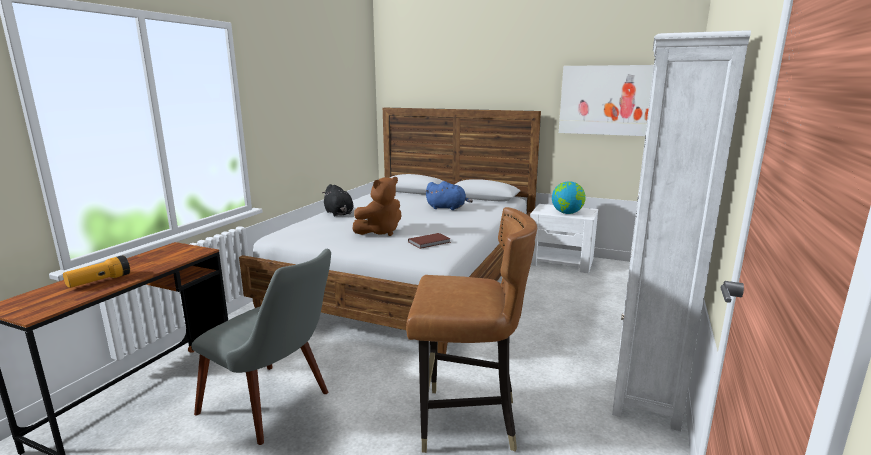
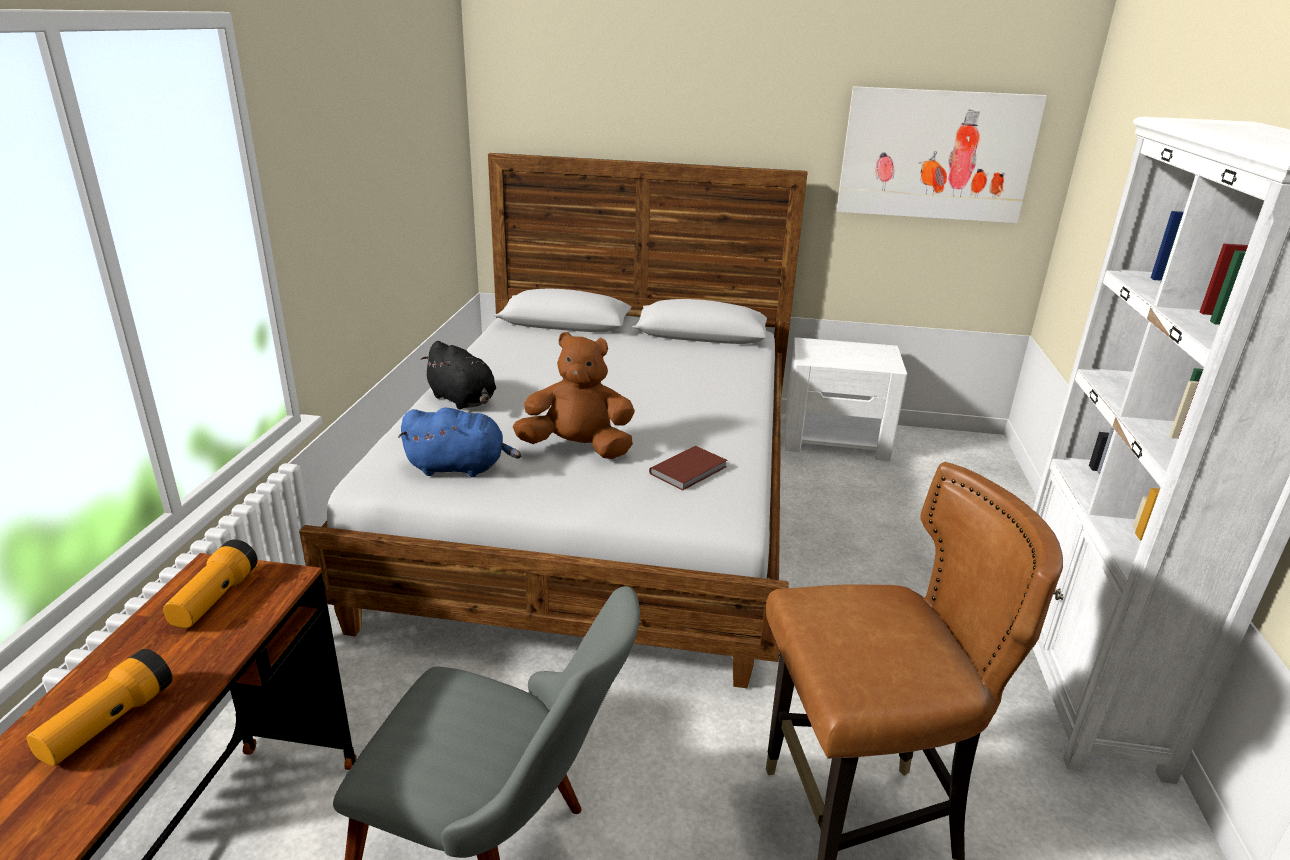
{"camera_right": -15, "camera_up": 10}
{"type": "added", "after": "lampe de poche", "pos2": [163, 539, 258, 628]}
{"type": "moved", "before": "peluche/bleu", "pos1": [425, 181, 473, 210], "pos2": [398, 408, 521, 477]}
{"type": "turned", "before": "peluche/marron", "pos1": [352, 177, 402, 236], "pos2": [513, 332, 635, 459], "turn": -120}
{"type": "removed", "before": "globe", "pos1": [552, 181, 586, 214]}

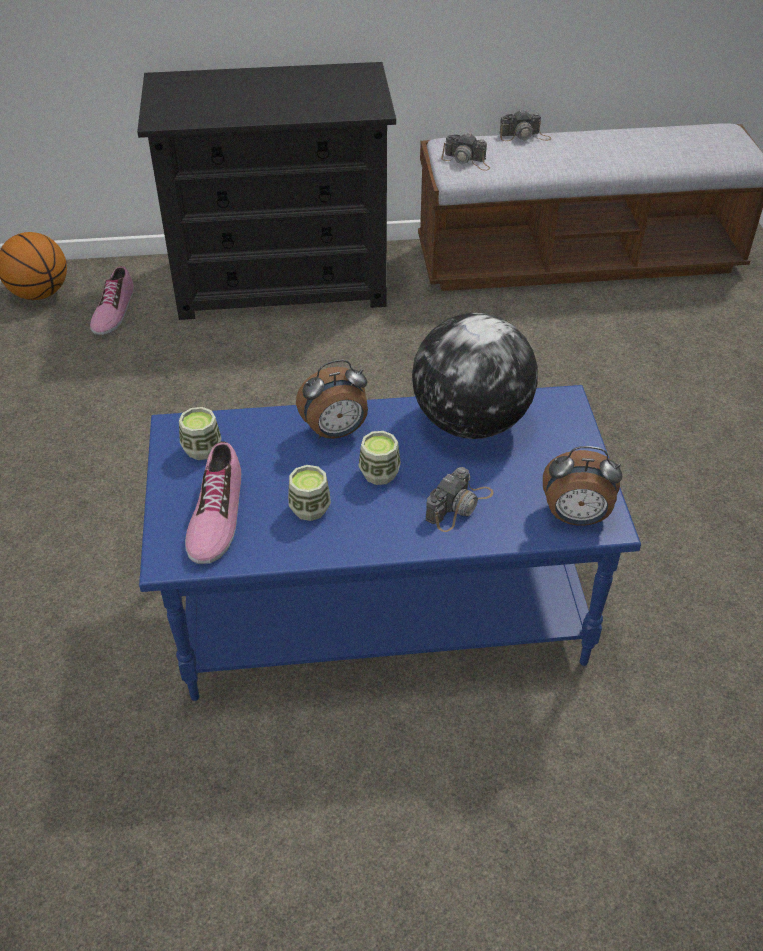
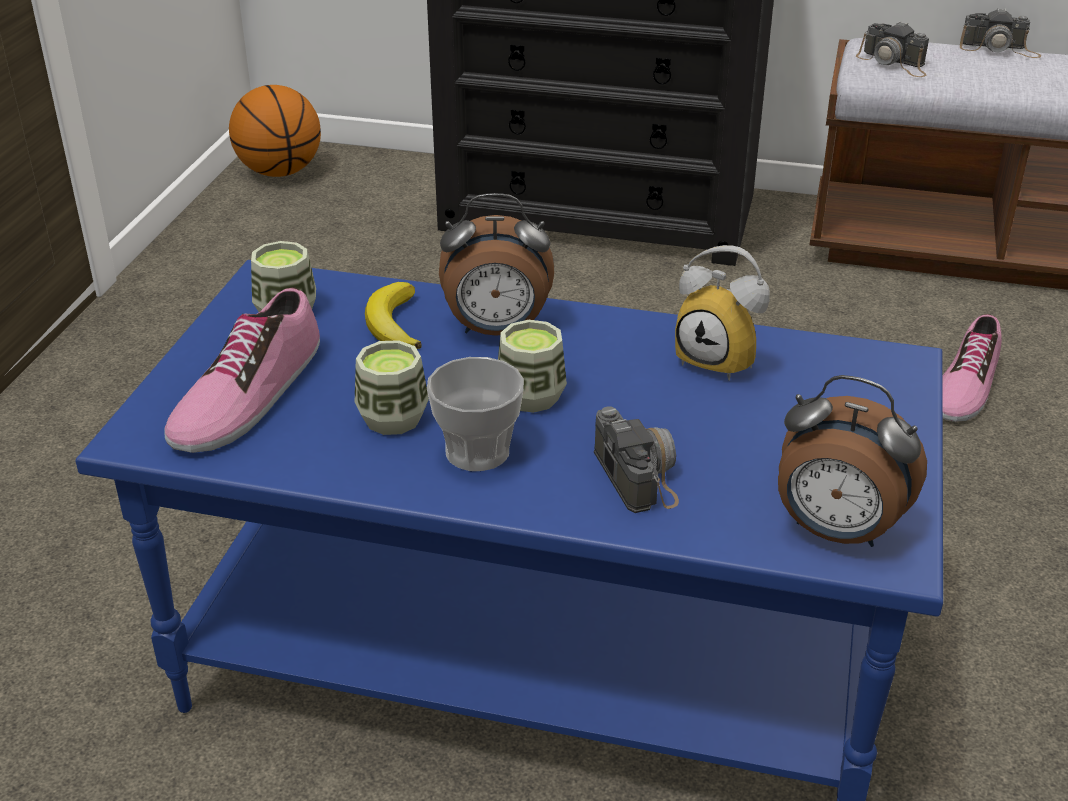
{"camera_right": 20, "camera_up": -10}
{"type": "added", "after": "banane", "pos2": [365, 282, 422, 349]}
{"type": "added", "after": "tasse", "pos2": [427, 357, 524, 471]}
{"type": "turned", "before": "appareil photo", "pos1": [426, 467, 494, 532], "pos2": [594, 406, 679, 513], "turn": -75}
{"type": "replaced", "before": "globe", "after": "réveil", "pos1": [412, 313, 538, 439], "pos2": [675, 245, 770, 381]}
{"type": "moved", "before": "chaussure", "pos1": [90, 266, 134, 335], "pos2": [942, 314, 1002, 422]}

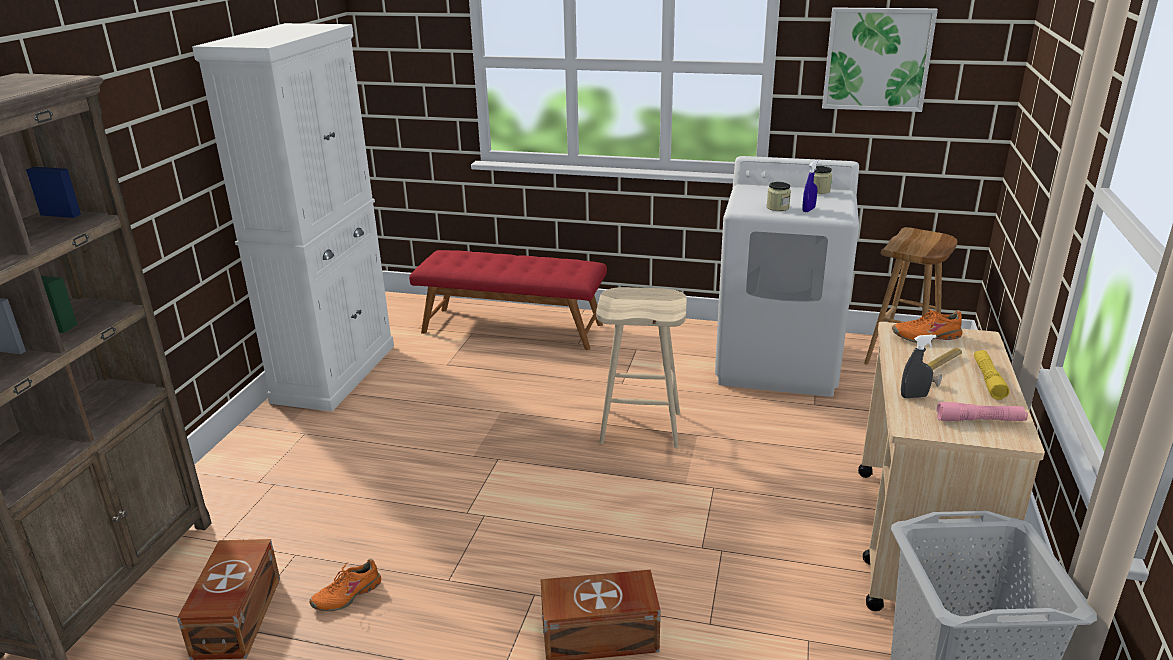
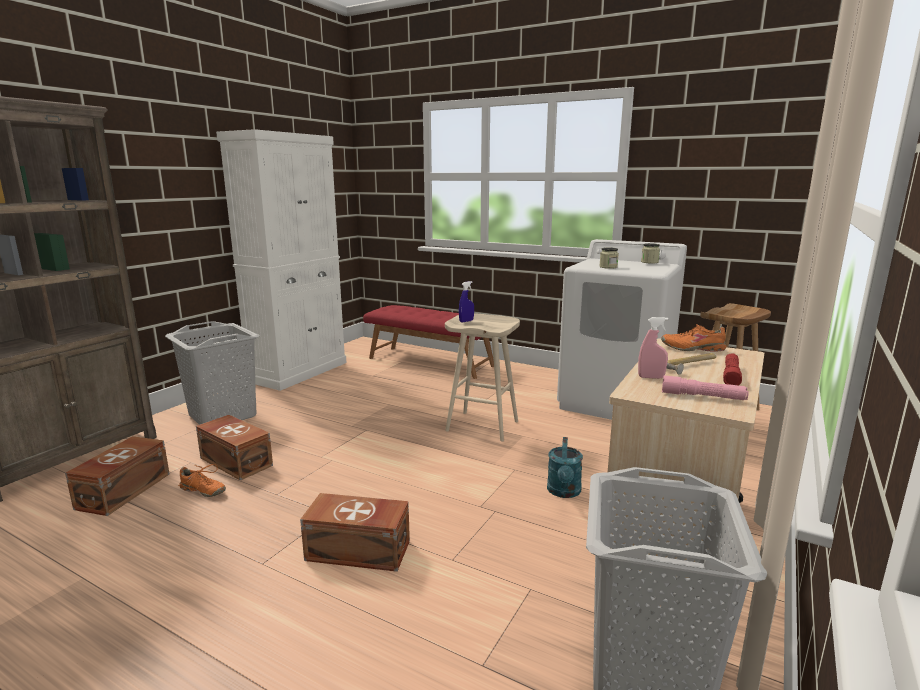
{"camera_right": 15, "camera_up": -10}
{"type": "added", "after": "panier à linge/gris", "pos2": [165, 321, 259, 425]}
{"type": "turned", "before": "chaussure/orange", "pos1": [310, 558, 381, 611], "pos2": [178, 464, 226, 497], "turn": -135}
{"type": "added", "after": "boîte de rangement/marron", "pos2": [196, 415, 273, 481]}
{"type": "moved", "before": "vaporisateur/bleu", "pos1": [802, 160, 818, 212], "pos2": [459, 281, 474, 323]}
{"type": "added", "after": "arrosoir/turquoise", "pos2": [547, 437, 583, 498]}
{"type": "recoloured", "before": "vaporisateur/gris", "after": "vaporisateur/rose", "pos1": [901, 334, 937, 398], "pos2": [638, 317, 669, 379]}
{"type": "recoloured", "before": "lampe de poche/jaune", "after": "lampe de poche/rouge", "pos1": [974, 350, 1010, 400], "pos2": [723, 353, 742, 386]}
{"type": "removed", "before": "tableau", "pos1": [822, 7, 938, 112]}

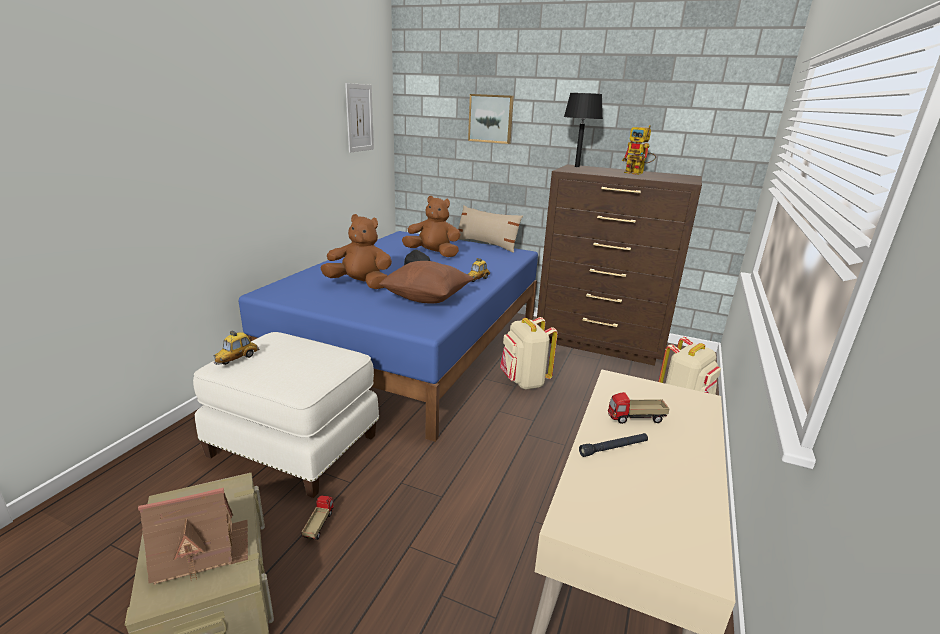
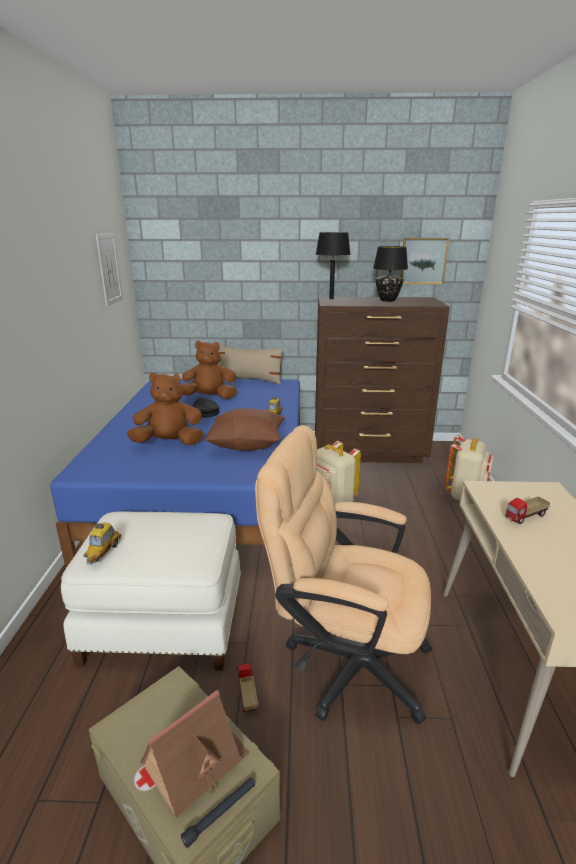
{"camera_right": -20, "camera_up": 0}
{"type": "moved", "before": "lampe de poche/noir", "pos1": [579, 433, 648, 457], "pos2": [181, 777, 255, 848]}
{"type": "added", "after": "chaise de bureau/beige", "pos2": [255, 425, 432, 724]}
{"type": "replaced", "before": "robot jouet", "after": "lampe de table/noir", "pos1": [622, 125, 656, 175], "pos2": [373, 246, 408, 302]}
{"type": "moved", "before": "tableau", "pos1": [468, 94, 514, 144], "pos2": [400, 238, 449, 284]}

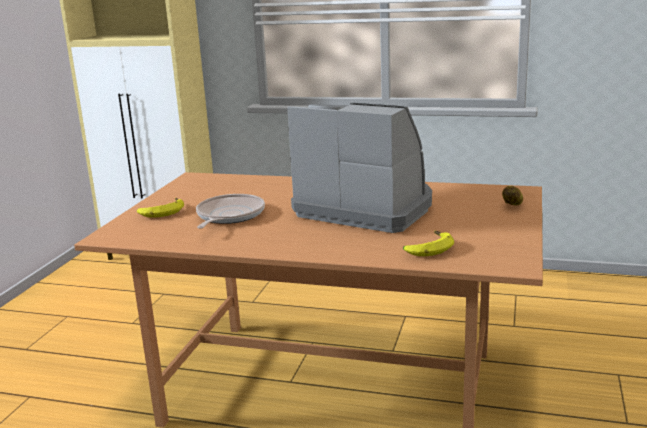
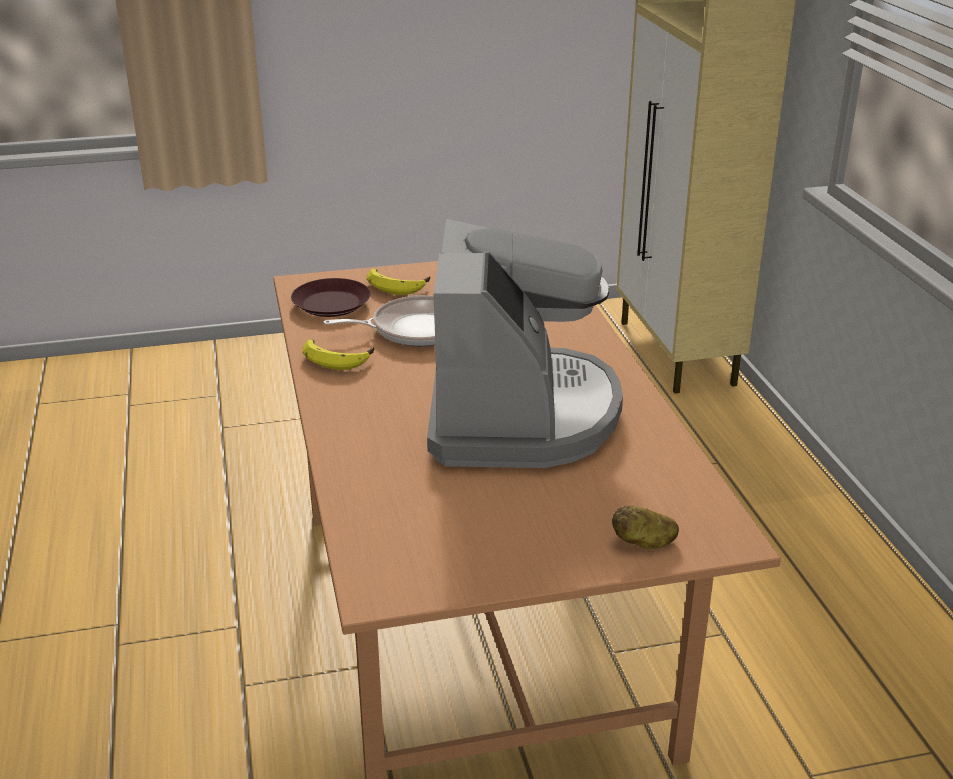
{"camera_right": 60, "camera_up": 10}
{"type": "added", "after": "assiette/marron", "pos2": [291, 278, 371, 317]}
{"type": "moved", "before": "banane", "pos1": [403, 231, 454, 256], "pos2": [302, 339, 374, 370]}

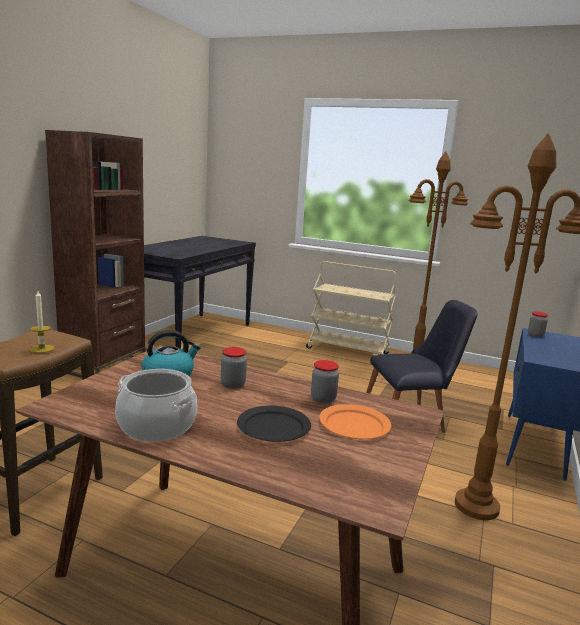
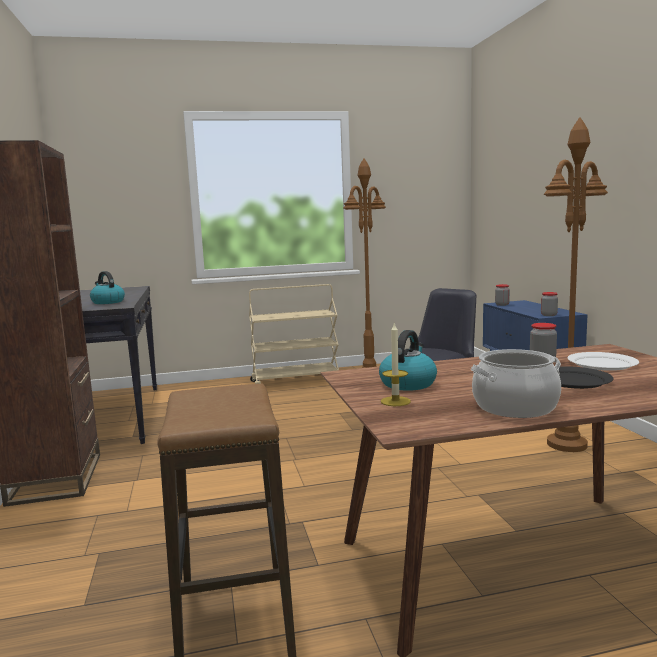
{"camera_right": -35, "camera_up": -5}
{"type": "added", "after": "bouilloire", "pos2": [90, 271, 125, 304]}
{"type": "moved", "before": "bougie", "pos1": [29, 291, 54, 353], "pos2": [381, 323, 411, 406]}
{"type": "moved", "before": "bocal", "pos1": [221, 347, 247, 389], "pos2": [541, 292, 558, 316]}
{"type": "recoloured", "before": "assiette/orange", "after": "assiette/blanc", "pos1": [319, 404, 391, 439], "pos2": [568, 352, 639, 371]}

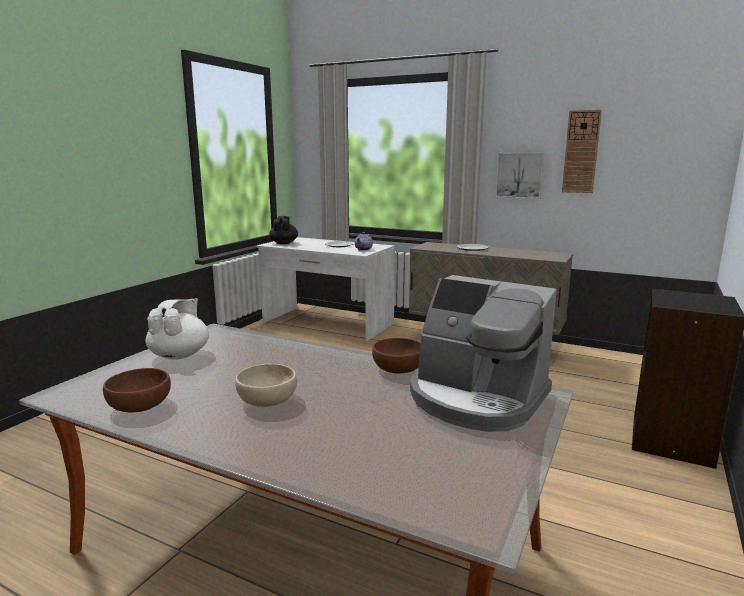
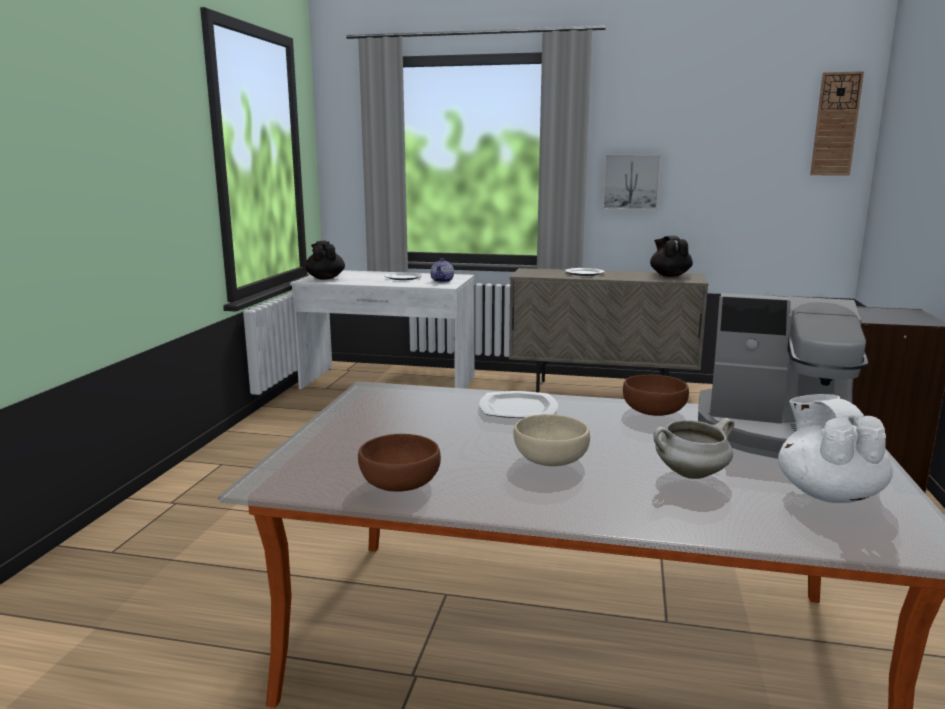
{"camera_right": -15, "camera_up": 0}
{"type": "added", "after": "assiette", "pos2": [479, 391, 558, 418]}
{"type": "added", "after": "théière/noir", "pos2": [650, 236, 693, 277]}
{"type": "added", "after": "marmite/blanc", "pos2": [654, 418, 734, 479]}
{"type": "moved", "before": "théière/blanc", "pos1": [146, 298, 209, 360], "pos2": [778, 394, 893, 503]}
{"type": "moved", "before": "horloge murale", "pos1": [562, 110, 602, 193], "pos2": [810, 71, 864, 176]}

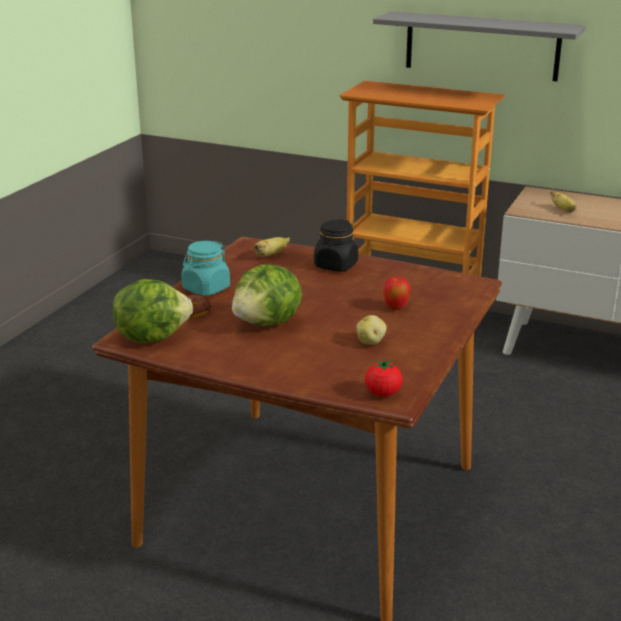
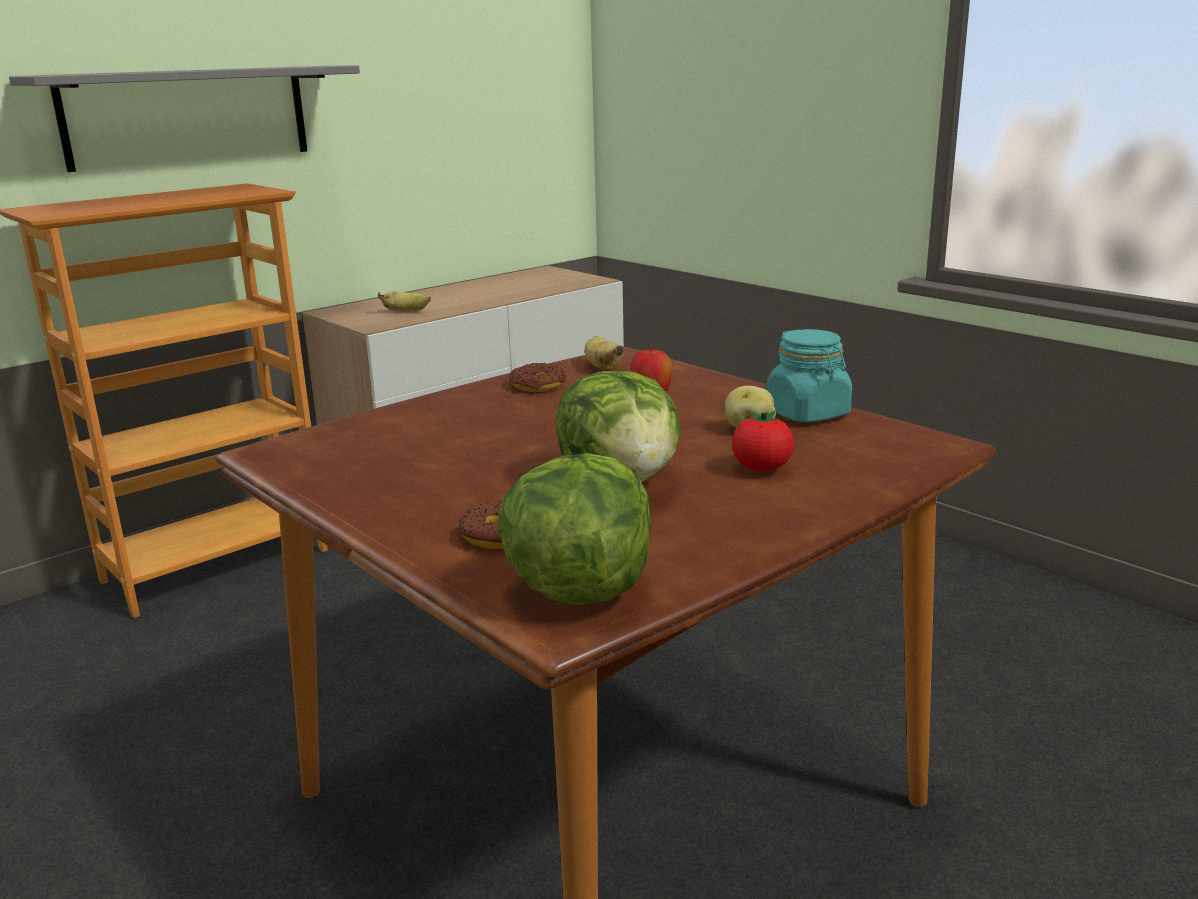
{"camera_right": -65, "camera_up": -5}
{"type": "added", "after": "beignet", "pos2": [509, 363, 567, 392]}
{"type": "moved", "before": "banane", "pos1": [254, 237, 290, 257], "pos2": [585, 336, 624, 370]}
{"type": "moved", "before": "tomate", "pos1": [365, 359, 403, 397], "pos2": [732, 411, 794, 472]}
{"type": "moved", "before": "bocal/turquoise", "pos1": [181, 241, 230, 296], "pos2": [766, 329, 852, 422]}
{"type": "removed", "before": "bocal/noir", "pos1": [314, 219, 358, 272]}

